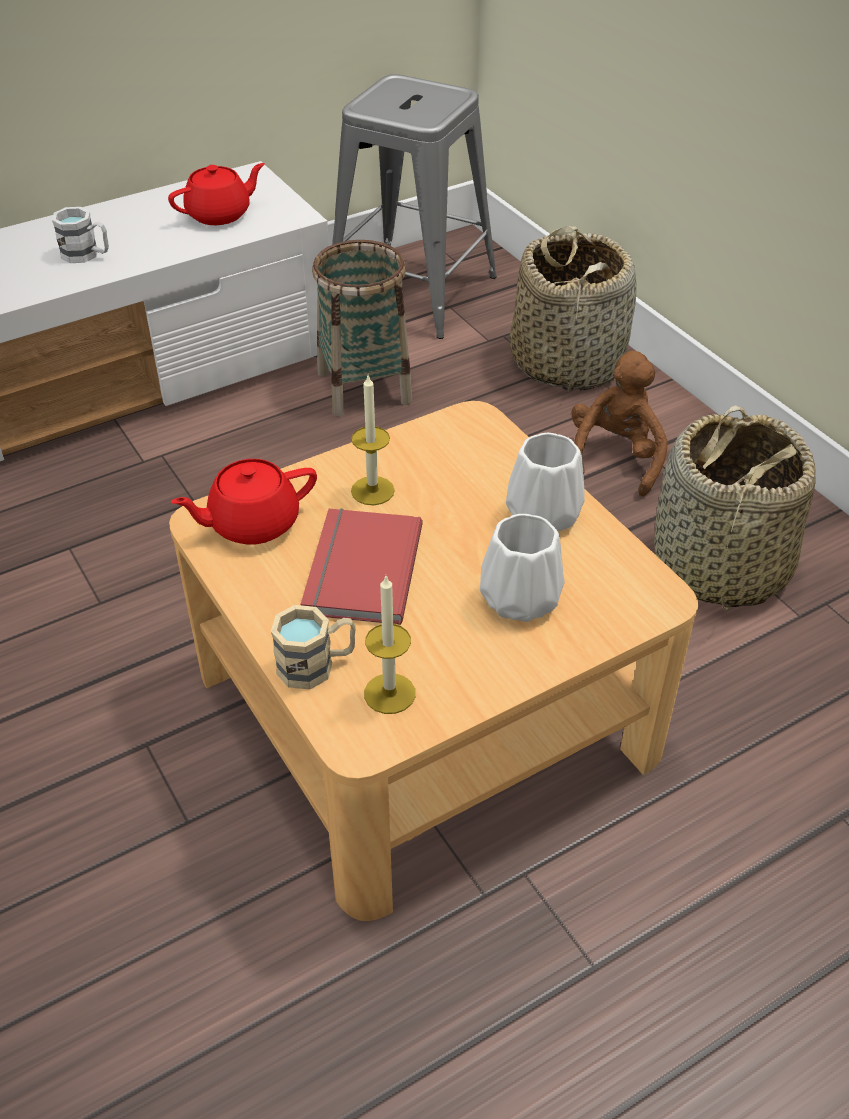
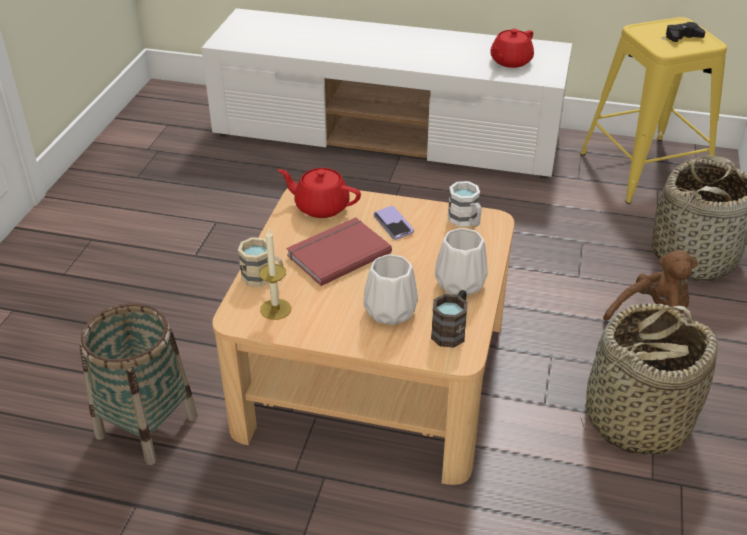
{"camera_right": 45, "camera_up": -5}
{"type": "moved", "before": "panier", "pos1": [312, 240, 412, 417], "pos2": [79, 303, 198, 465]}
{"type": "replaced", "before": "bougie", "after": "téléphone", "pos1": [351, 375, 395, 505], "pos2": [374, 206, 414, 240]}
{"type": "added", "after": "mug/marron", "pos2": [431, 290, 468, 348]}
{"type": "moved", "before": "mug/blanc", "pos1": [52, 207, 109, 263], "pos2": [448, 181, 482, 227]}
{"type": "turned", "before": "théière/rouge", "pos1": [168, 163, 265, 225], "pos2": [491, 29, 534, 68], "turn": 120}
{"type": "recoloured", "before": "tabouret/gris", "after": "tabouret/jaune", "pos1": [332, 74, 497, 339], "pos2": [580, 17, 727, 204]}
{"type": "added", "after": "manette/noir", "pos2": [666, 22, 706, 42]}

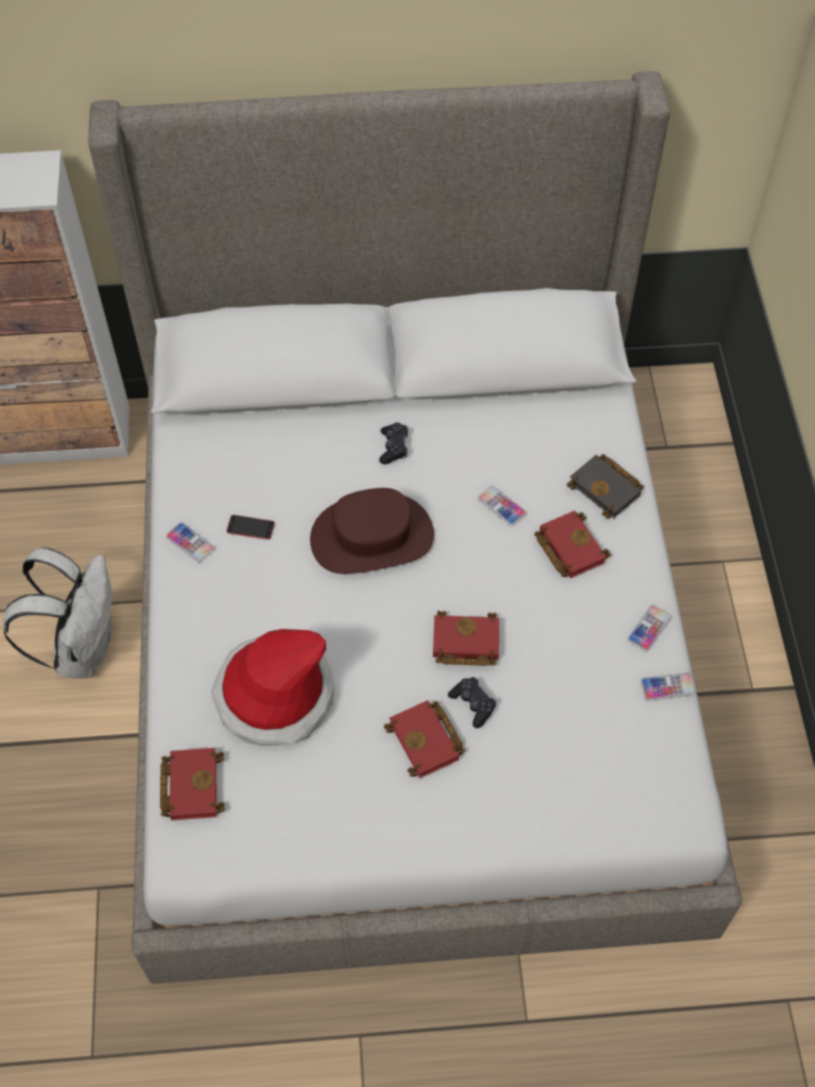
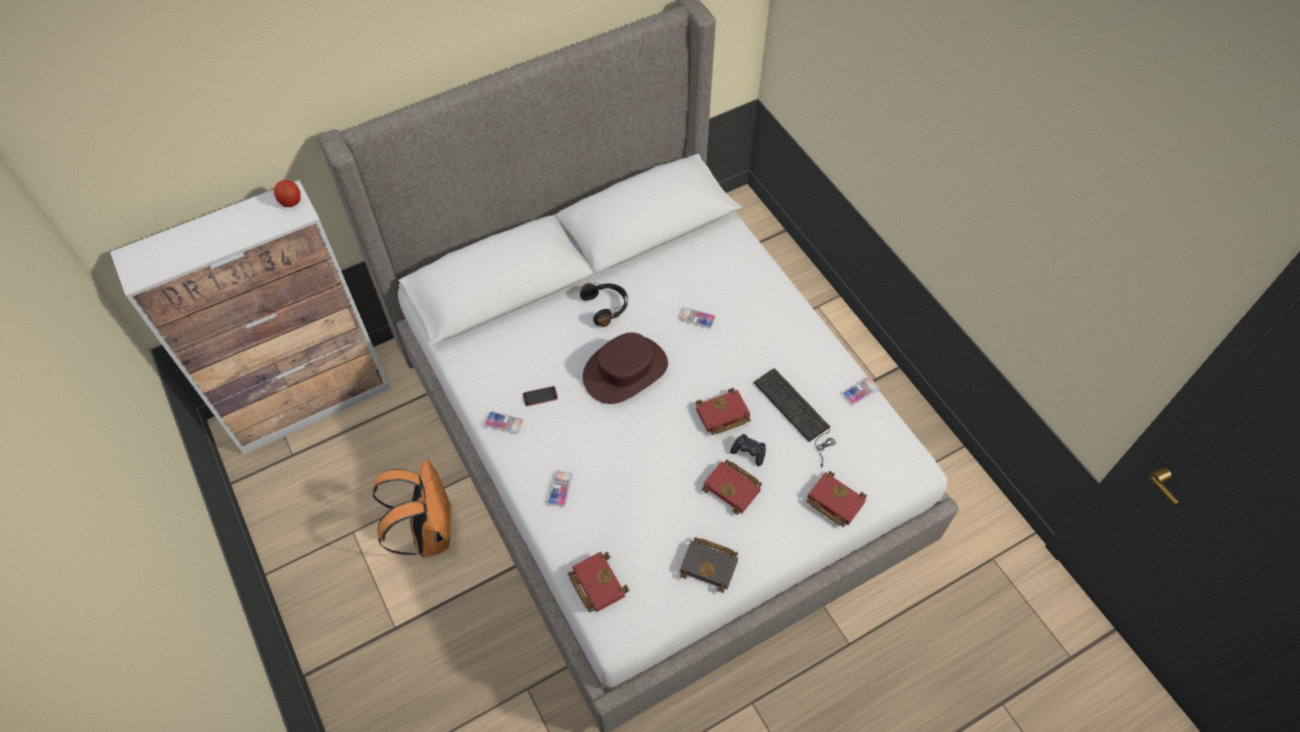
{"camera_right": -25, "camera_up": 0}
{"type": "added", "after": "pomme", "pos2": [274, 180, 301, 207]}
{"type": "recoloured", "before": "sac à dos/blanc", "after": "sac à dos/orange", "pos1": [3, 547, 112, 679], "pos2": [372, 460, 451, 557]}
{"type": "moved", "before": "téléphone", "pos1": [627, 605, 672, 652], "pos2": [547, 471, 573, 507]}
{"type": "replaced", "before": "manette/noir", "after": "casque audio/noir", "pos1": [379, 422, 408, 464], "pos2": [580, 283, 628, 327]}
{"type": "moved", "before": "livre/noir", "pos1": [567, 454, 644, 519], "pos2": [680, 537, 738, 593]}
{"type": "added", "after": "clavier", "pos2": [754, 368, 836, 467]}
{"type": "moved", "before": "livre/rouge", "pos1": [534, 511, 611, 578], "pos2": [806, 471, 867, 527]}
{"type": "removed", "before": "chapeau", "pos1": [211, 629, 335, 746]}

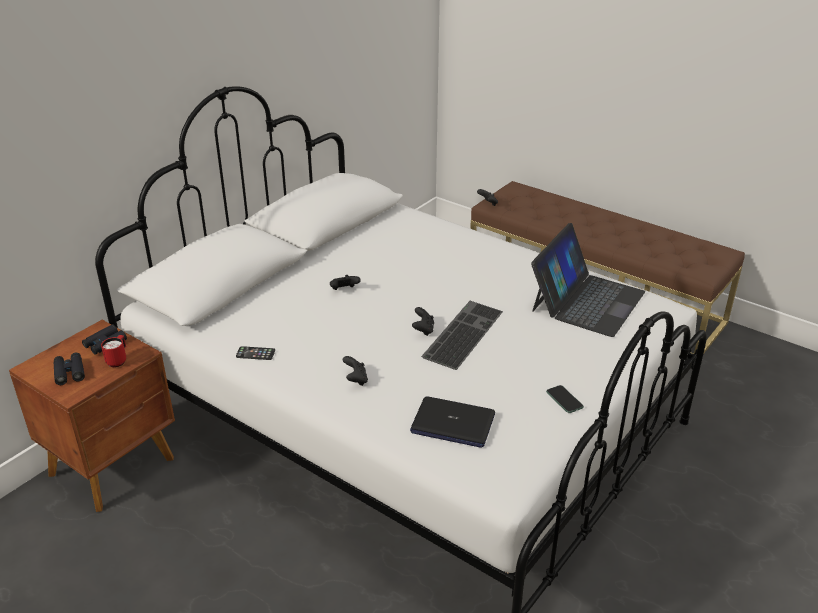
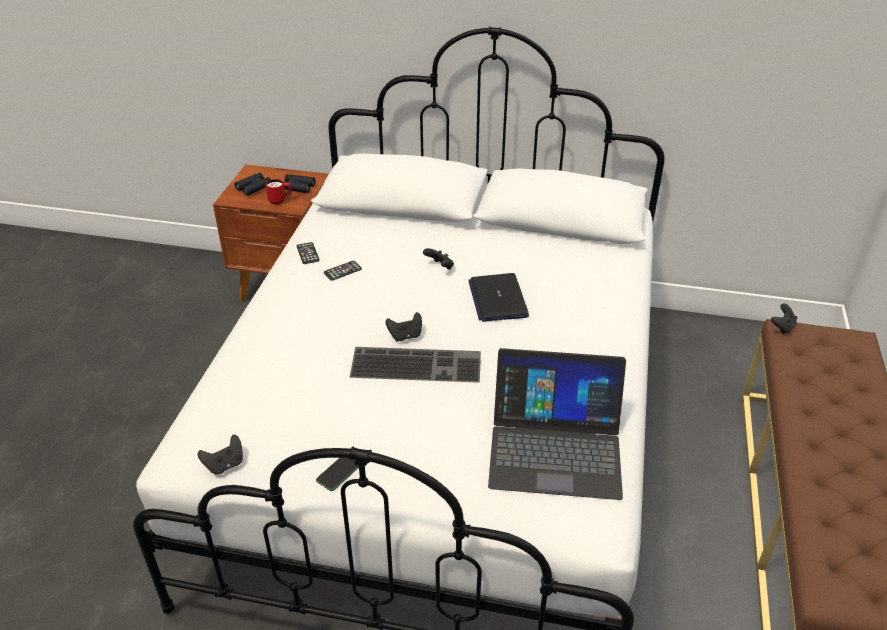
{"camera_right": 65, "camera_up": 5}
{"type": "moved", "before": "manette/noir", "pos1": [343, 356, 368, 386], "pos2": [198, 435, 243, 475]}
{"type": "added", "after": "téléphone", "pos2": [324, 261, 362, 281]}
{"type": "moved", "before": "ordinateur portable", "pos1": [410, 396, 495, 448], "pos2": [468, 273, 529, 322]}

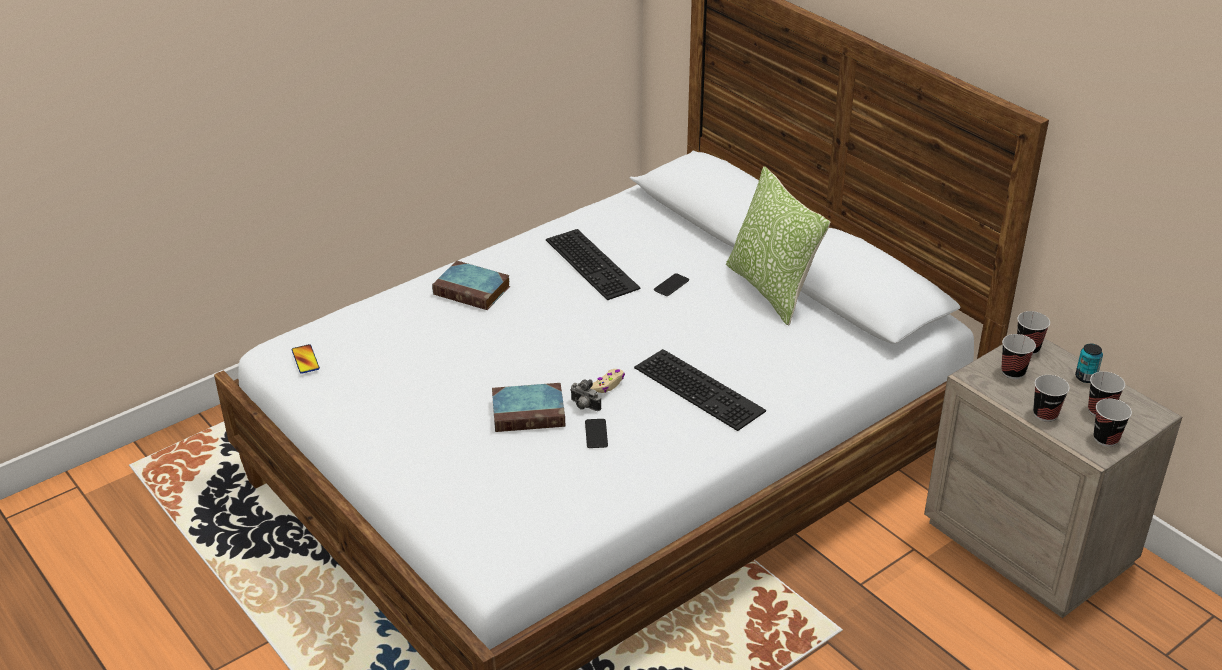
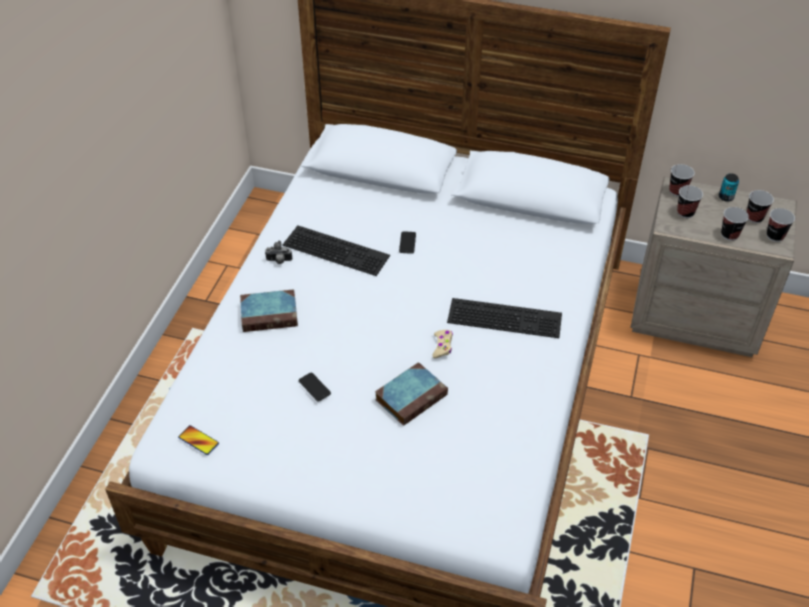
{"camera_right": -35, "camera_up": 10}
{"type": "moved", "before": "appareil photo", "pos1": [570, 379, 601, 411], "pos2": [265, 241, 292, 264]}
{"type": "moved", "before": "téléphone", "pos1": [585, 419, 608, 448], "pos2": [299, 373, 331, 402]}
{"type": "removed", "before": "coussin", "pos1": [726, 166, 830, 326]}

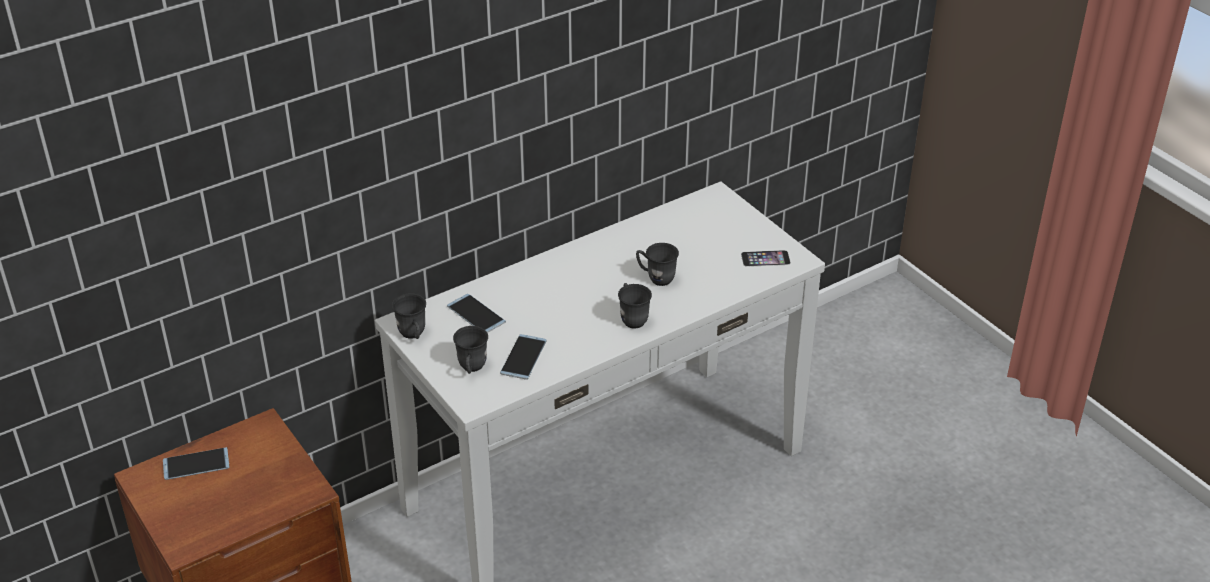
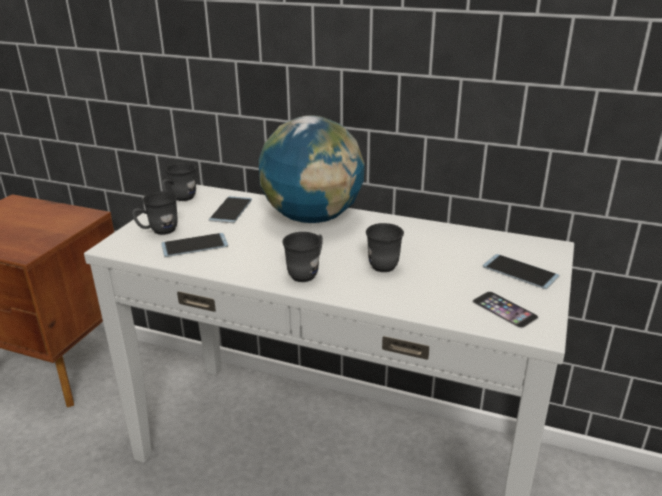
{"camera_right": 55, "camera_up": -10}
{"type": "added", "after": "globe", "pos2": [259, 115, 365, 223]}
{"type": "moved", "before": "téléphone", "pos1": [163, 447, 229, 480], "pos2": [483, 254, 560, 289]}

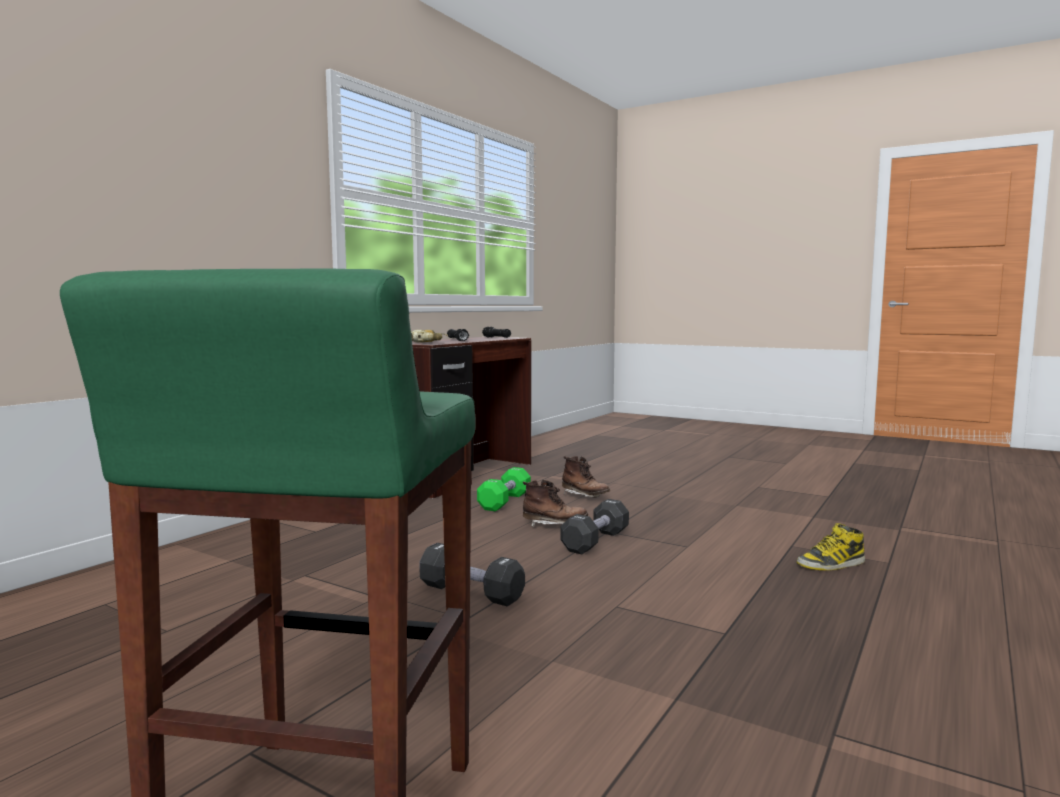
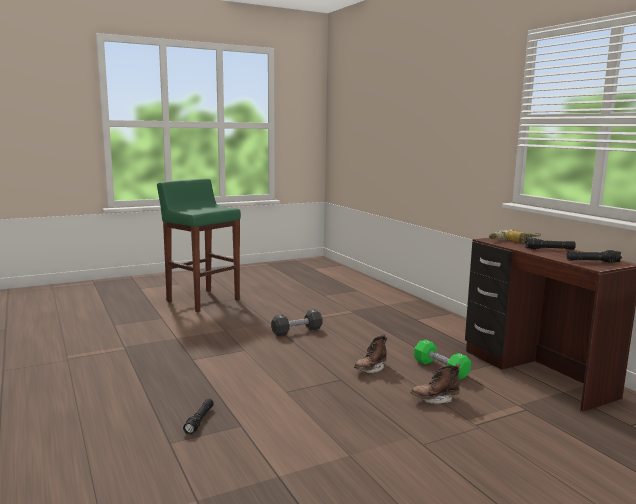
{"camera_right": 120, "camera_up": 5}
{"type": "replaced", "before": "botte", "after": "lampe de poche/noir", "pos1": [797, 523, 865, 571], "pos2": [183, 399, 214, 434]}
{"type": "removed", "before": "haltère/noir", "pos1": [560, 499, 629, 554]}

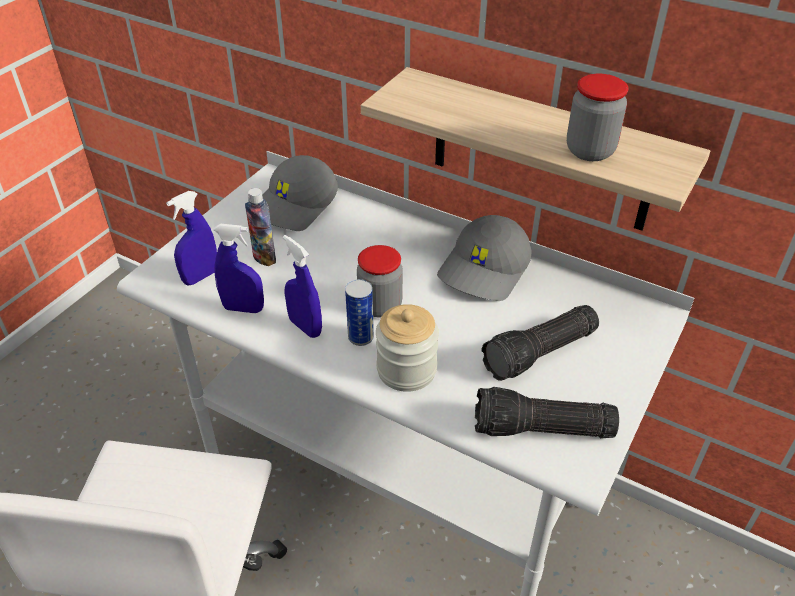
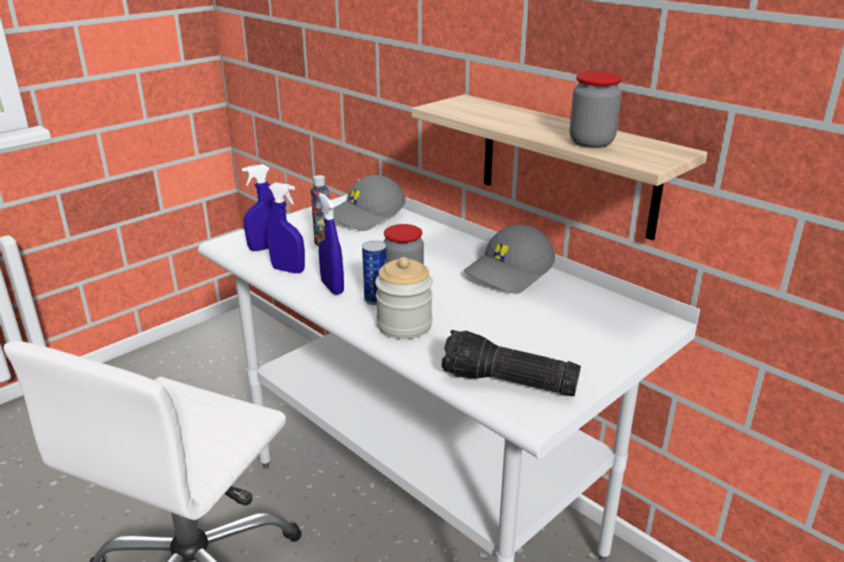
{"camera_right": 15, "camera_up": -15}
{"type": "removed", "before": "lampe de poche", "pos1": [481, 305, 599, 381]}

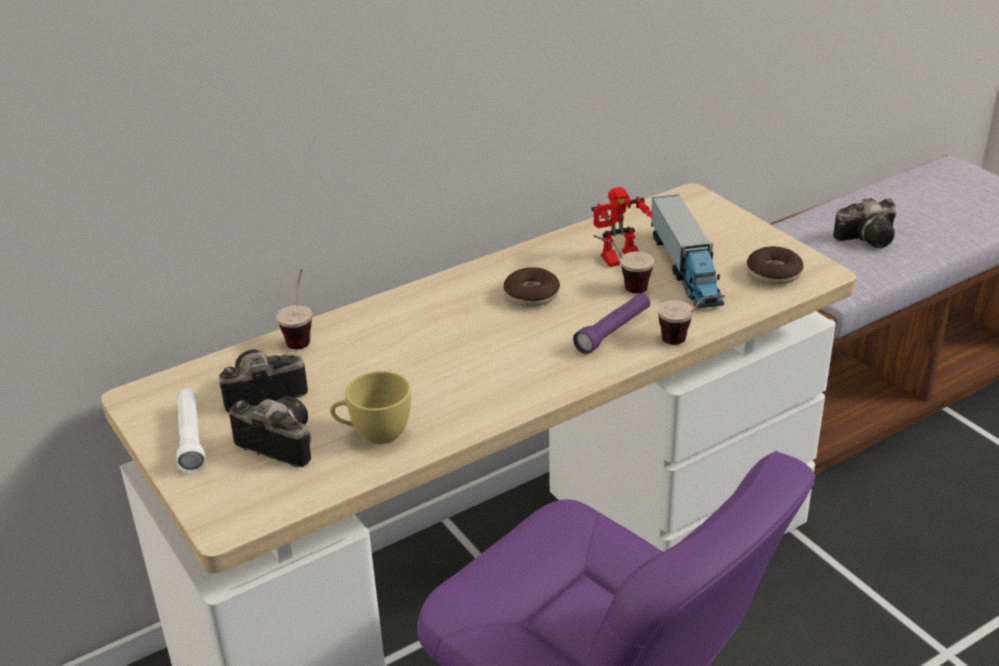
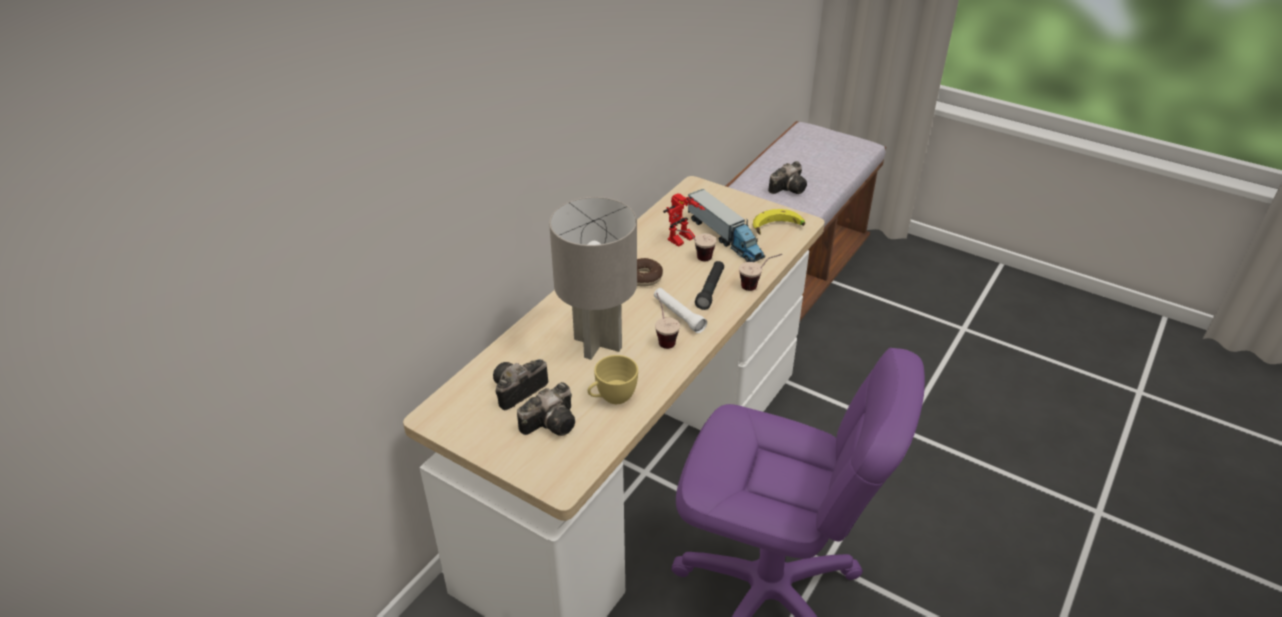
{"camera_right": -25, "camera_up": 5}
{"type": "turned", "before": "appareil photo", "pos1": [229, 396, 311, 467], "pos2": [517, 382, 575, 436], "turn": 135}
{"type": "added", "after": "lampe de table/gris", "pos2": [549, 197, 637, 360]}
{"type": "moved", "before": "lampe de poche/blanc", "pos1": [176, 389, 205, 473], "pos2": [654, 288, 707, 333]}
{"type": "moved", "before": "tasse", "pos1": [276, 269, 312, 349], "pos2": [655, 292, 680, 349]}
{"type": "recoloured", "before": "lampe de poche/violet", "after": "lampe de poche/noir", "pos1": [573, 293, 650, 354], "pos2": [695, 261, 724, 310]}
{"type": "replaced", "before": "beignet", "after": "banane", "pos1": [747, 246, 803, 285], "pos2": [753, 209, 805, 235]}

